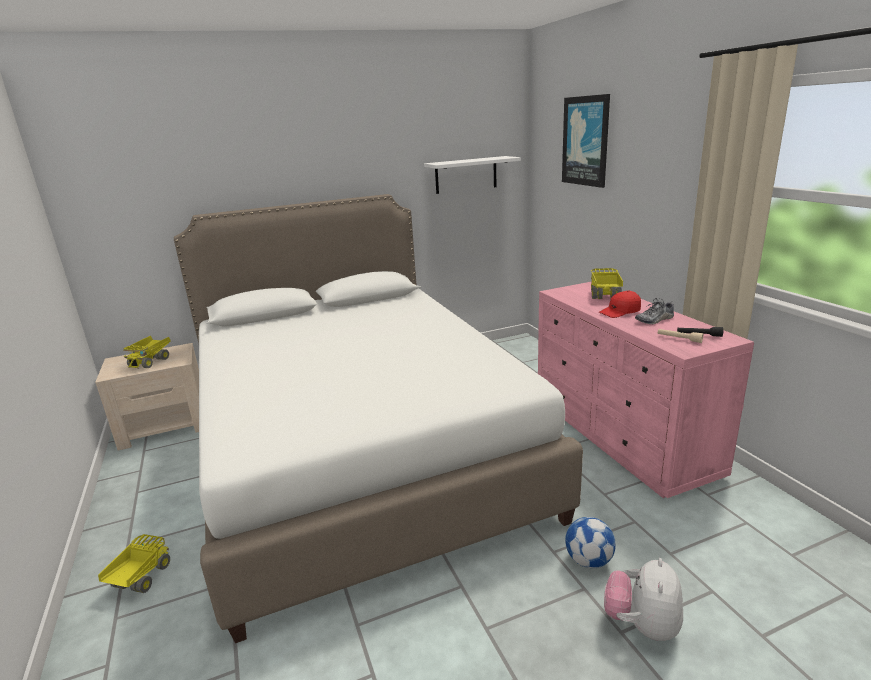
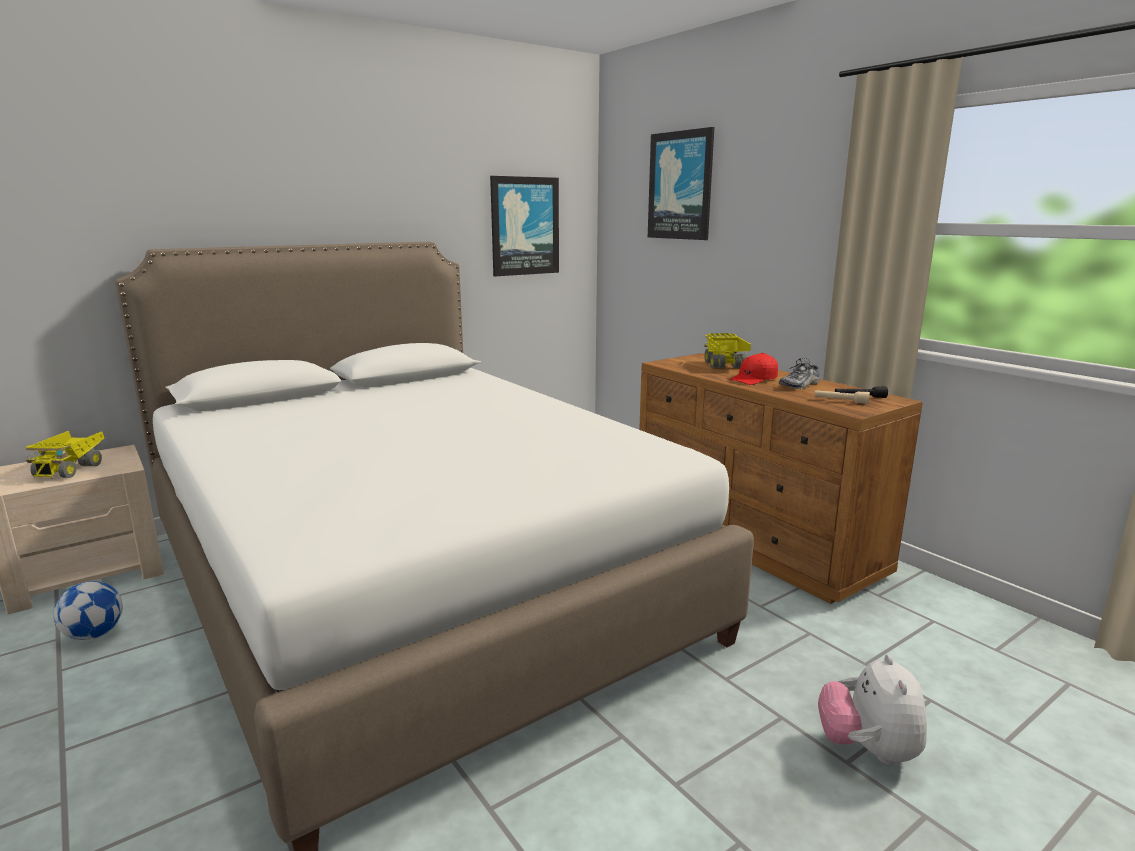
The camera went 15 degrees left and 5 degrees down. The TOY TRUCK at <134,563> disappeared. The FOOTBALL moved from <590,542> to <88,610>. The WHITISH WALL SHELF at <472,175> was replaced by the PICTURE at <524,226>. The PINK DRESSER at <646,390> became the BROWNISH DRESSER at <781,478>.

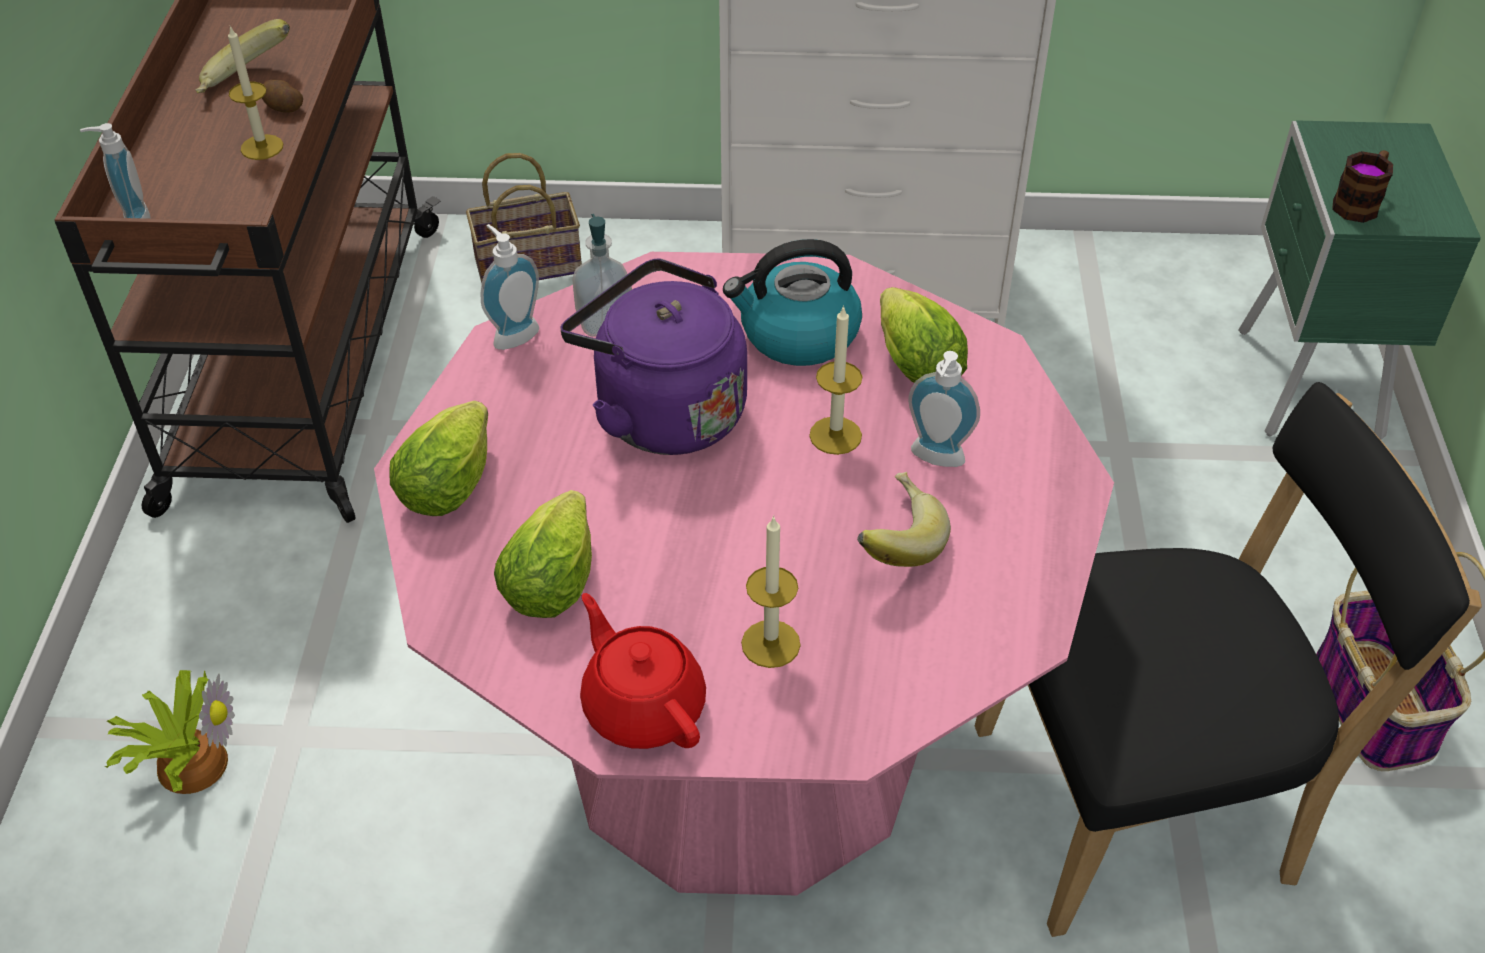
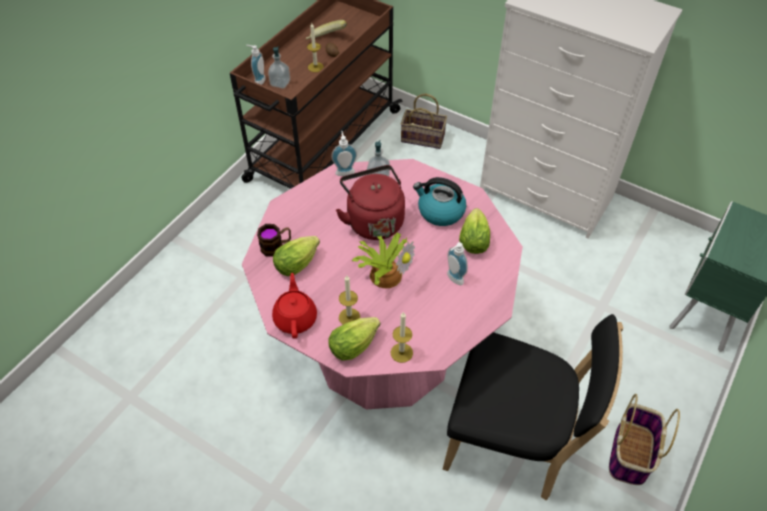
The camera went 30 degrees right and 5 degrees up. The BANANA at <904,519> disappeared. The LIQUID SOAP BOTTLE at <279,67> appeared. The HOUSEPLANT moved from <169,732> to <383,260>. The LETTUCE moved from <438,458> to <354,339>. The WAX LIGHT moved from <835,380> to <402,337>. The TEA MUG moved from <1362,186> to <274,240>. The PURPLISH WATER KETTLE at <653,356> became the RED WATER KETTLE at <370,202>.

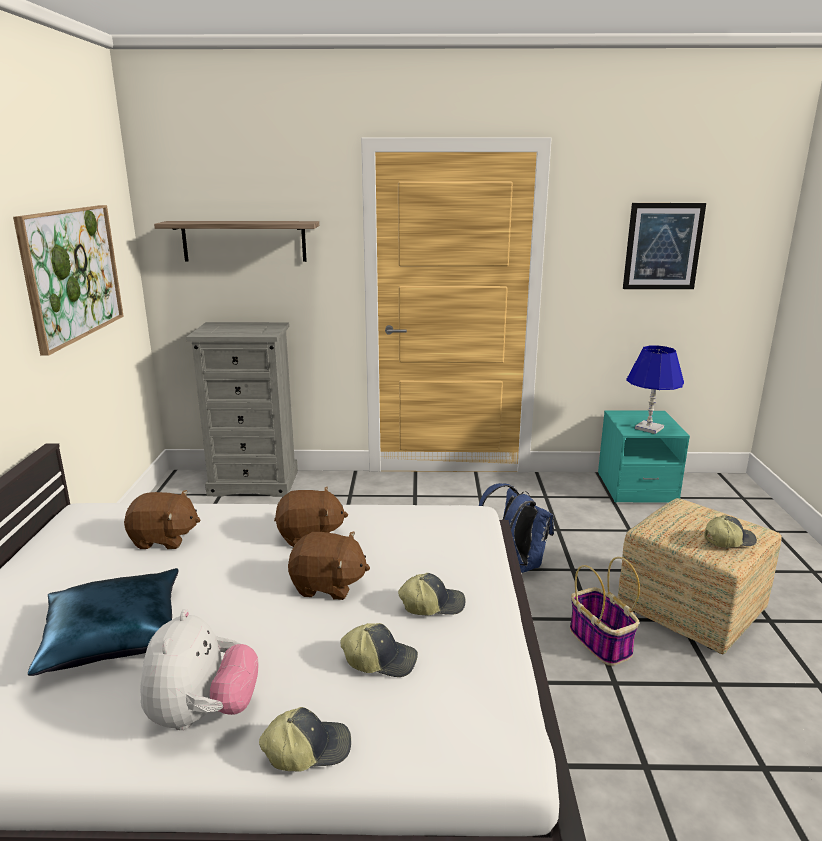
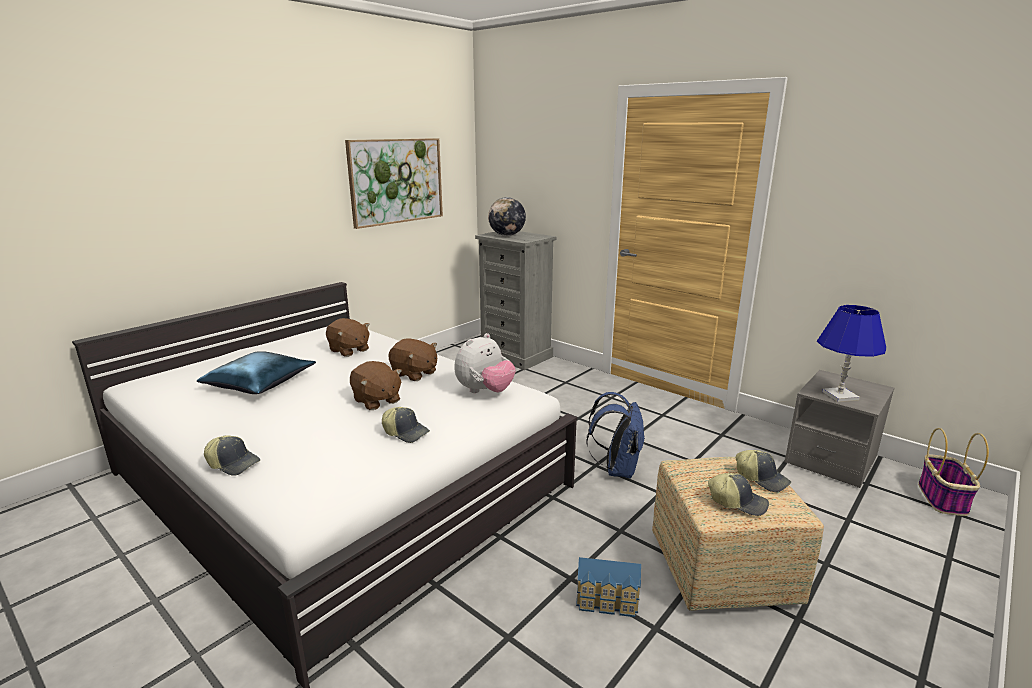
The camera went 40 degrees right and 0 degrees up. The WALL SHELF at <236,241> disappeared. The PICTURE at <664,246> disappeared. The DESK GLOBE at <507,216> appeared. The MINIATURE HOUSE at <608,587> appeared. The SOFT TOY moved from <199,669> to <485,363>. The BASEBALL CAP moved from <379,650> to <763,471>. The STORAGE BASKET moved from <605,611> to <953,472>. The BLUE-GREEN NIGHT TABLE at <644,456> became the GRAY NIGHT TABLE at <839,429>.

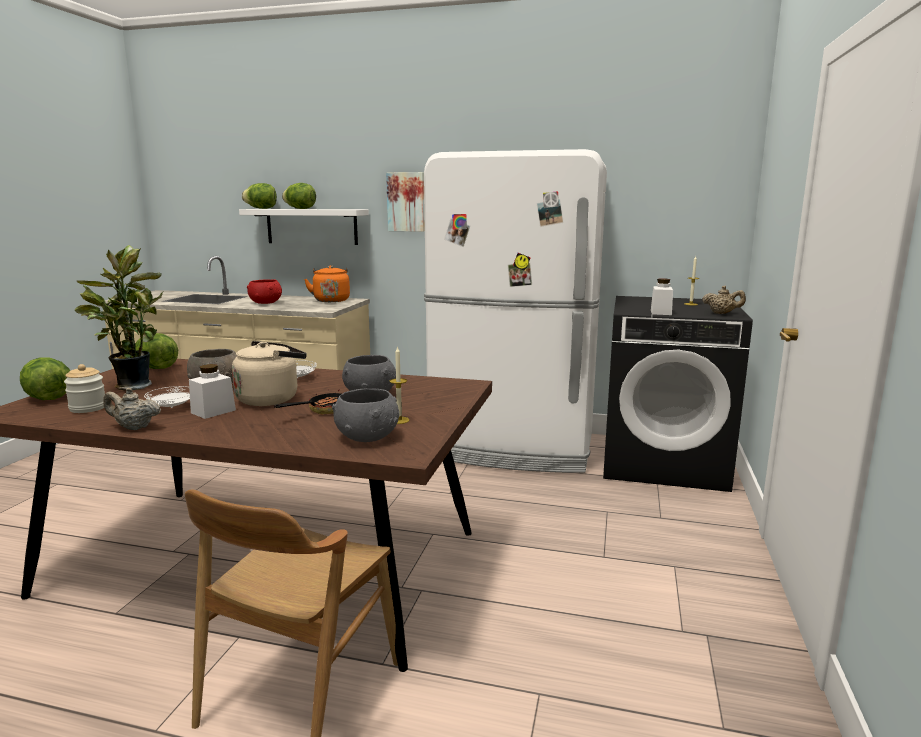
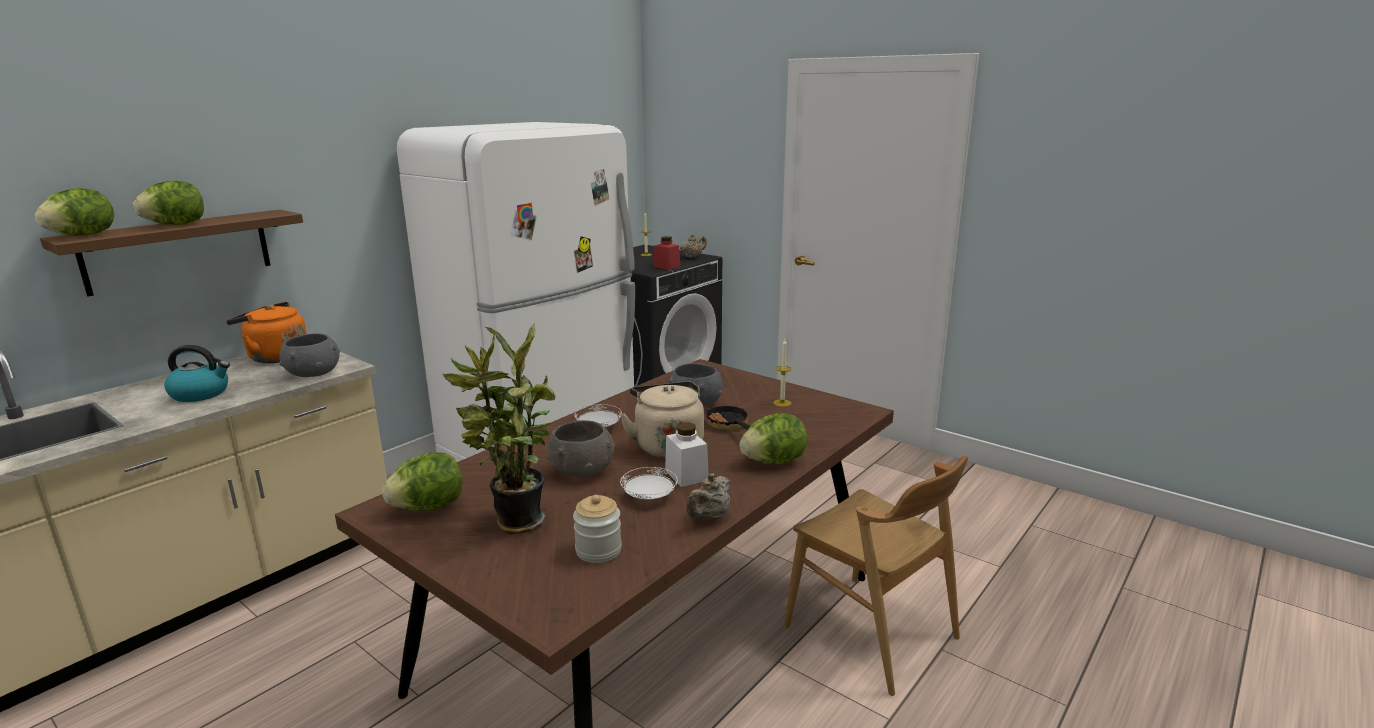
The camera went 65 degrees left and 5 degrees up. The PICTURE at <405,202> disappeared. The LETTUCE moved from <45,379> to <773,438>. The GRAY SERVING BOWL moved from <365,415> to <309,355>. The RED SERVING BOWL at <264,291> was replaced by the WATER KETTLE at <197,373>. The WHITISH WALL SHELF at <304,227> became the BROWNISH WALL SHELF at <171,252>. The WHITISH PRESERVE JAR at <662,296> became the RED PRESERVE JAR at <667,253>.

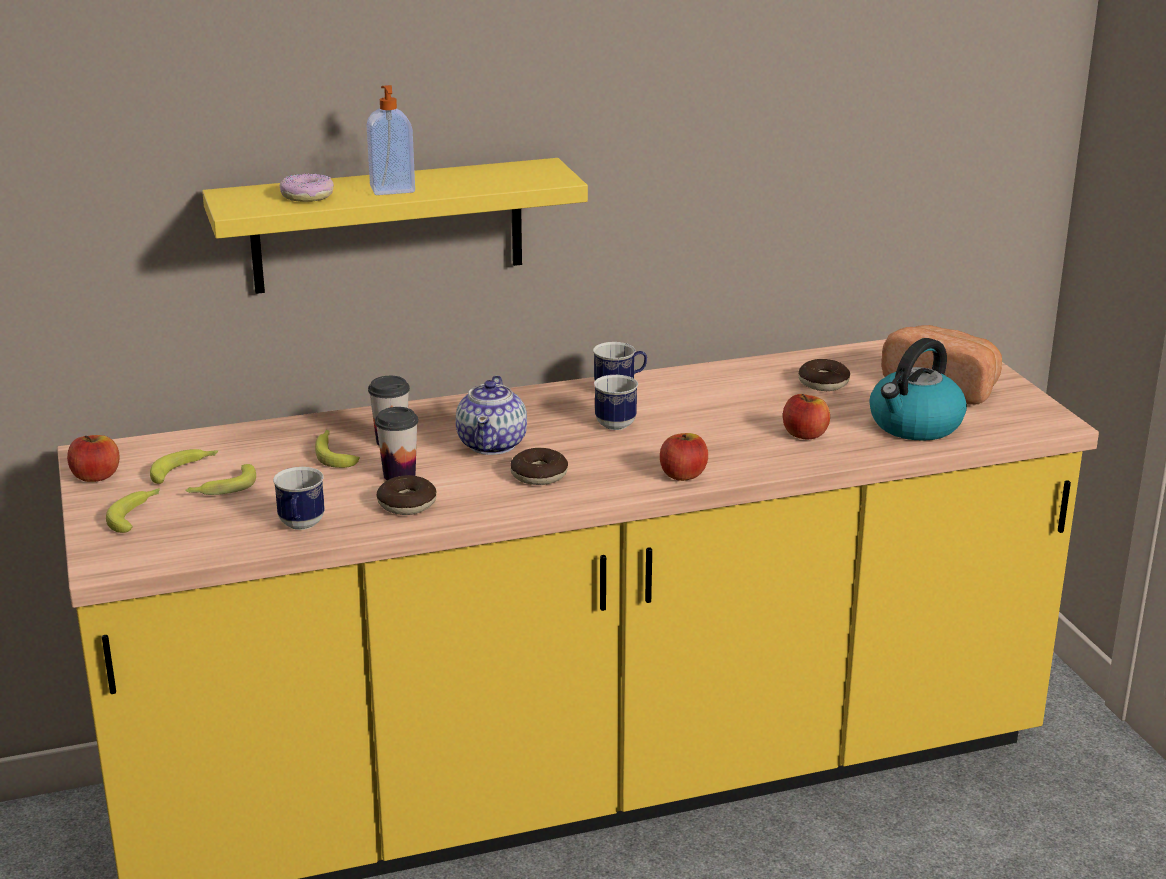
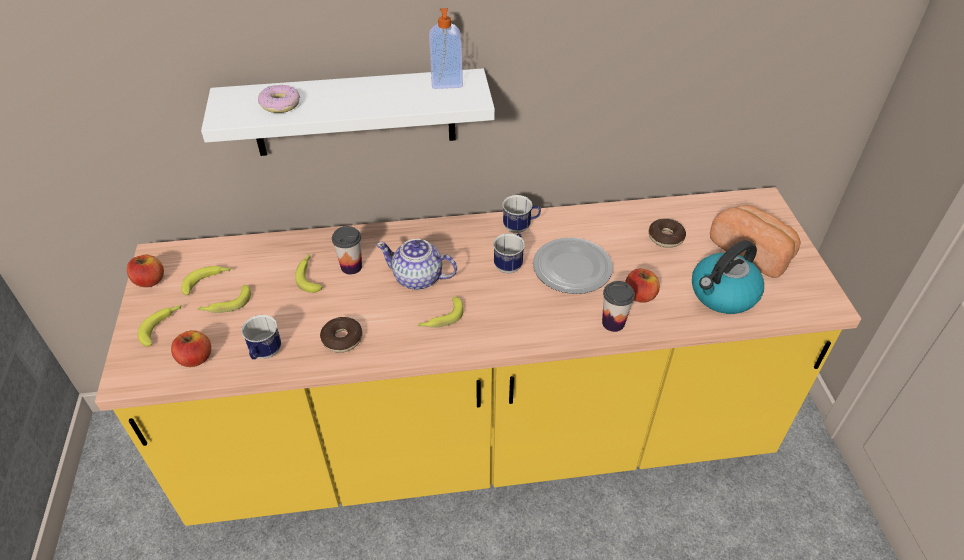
The camera went 10 degrees right and 20 degrees up. The DINNER PLATE at <573,265> appeared. The LIQUID SOAP BOTTLE moved from <391,140> to <446,48>. The CUP moved from <396,443> to <618,306>. The WHOLE APPLE moved from <684,457> to <191,349>. The RING DOUGHNUT at <539,466> was replaced by the BANANA at <440,312>. The YELLOW WALL SHELF at <395,226> became the WHITISH WALL SHELF at <348,112>. The TEAPOT at <491,415> turned 90 degrees clockwise.

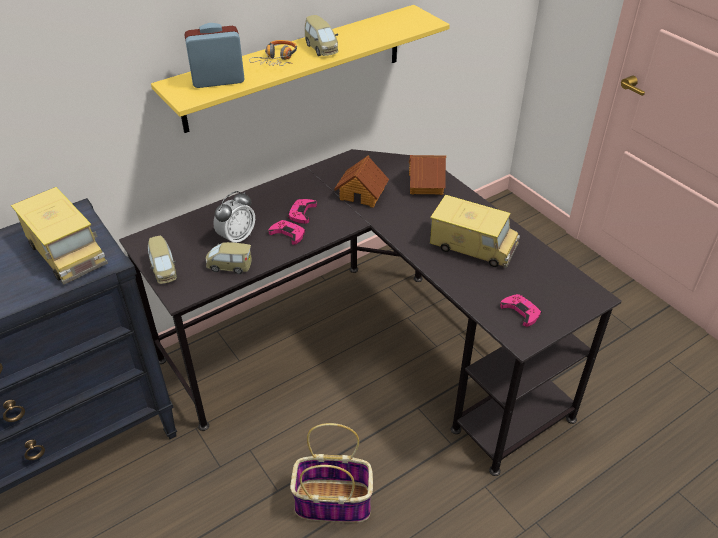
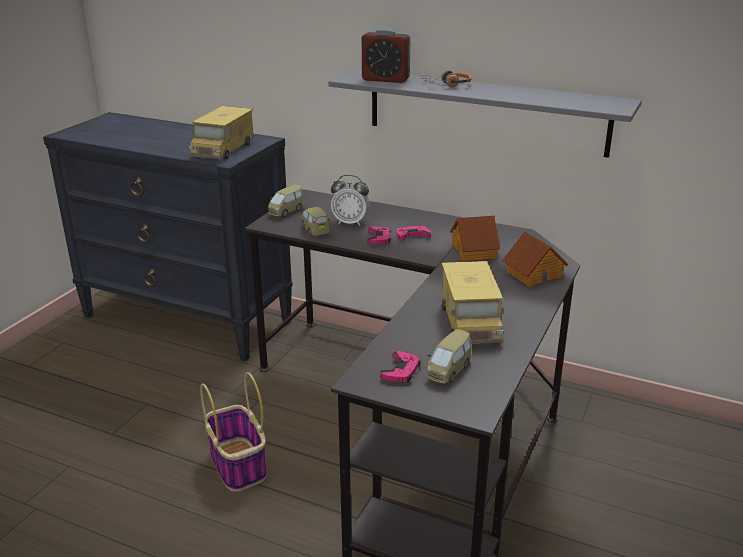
The camera went 60 degrees right and 15 degrees down. The MODEL CAR moved from <321,35> to <448,356>. The YELLOW WALL SHELF at <300,69> became the GRAY WALL SHELF at <485,113>. The TABLE CLOCK at <214,55> turned 150 degrees clockwise.

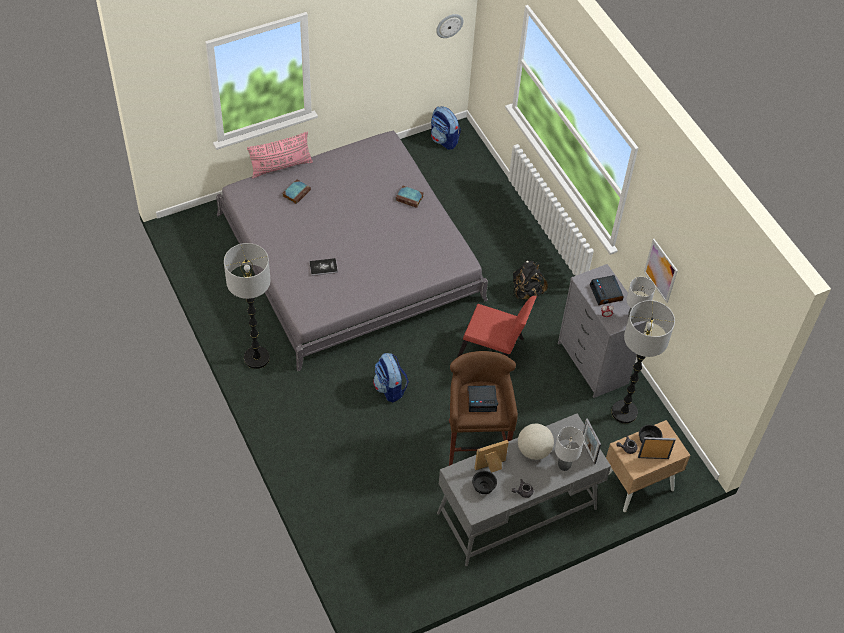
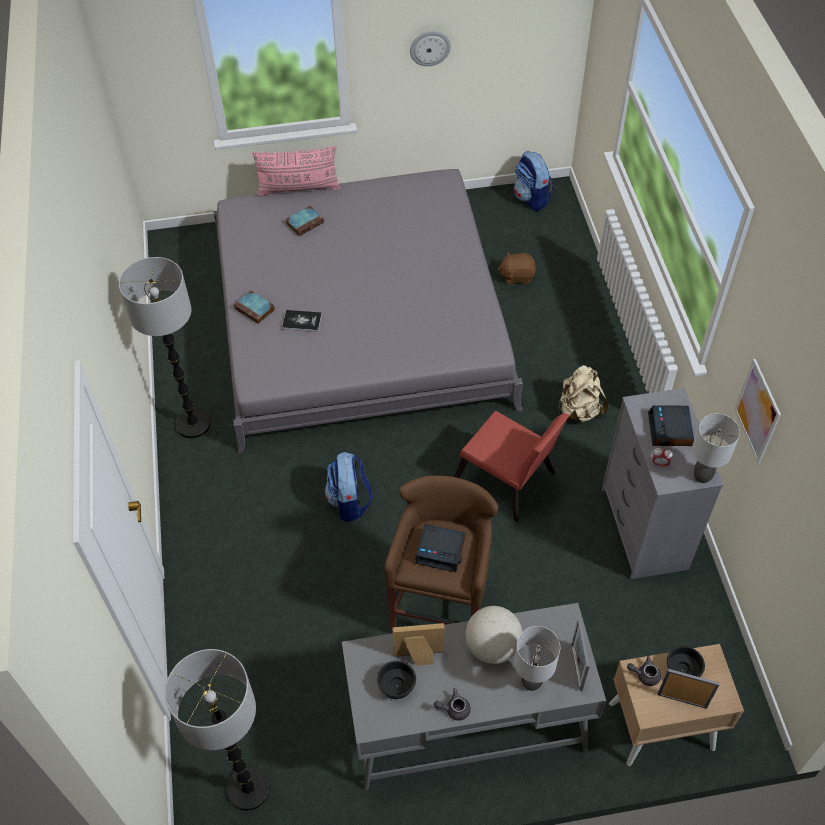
The camera went 20 degrees right and 0 degrees up. The BROWNISH SOFT TOY at <517,268> appeared. The BOUND BOOK moved from <410,197> to <254,307>. The HANGING CLOCK moved from <450,26> to <430,48>. The FLOOR LAMP moved from <643,362> to <217,730>. The BLACK BACKPACK at <530,280> became the BEIGE-COLOURED BACKPACK at <583,393>.

